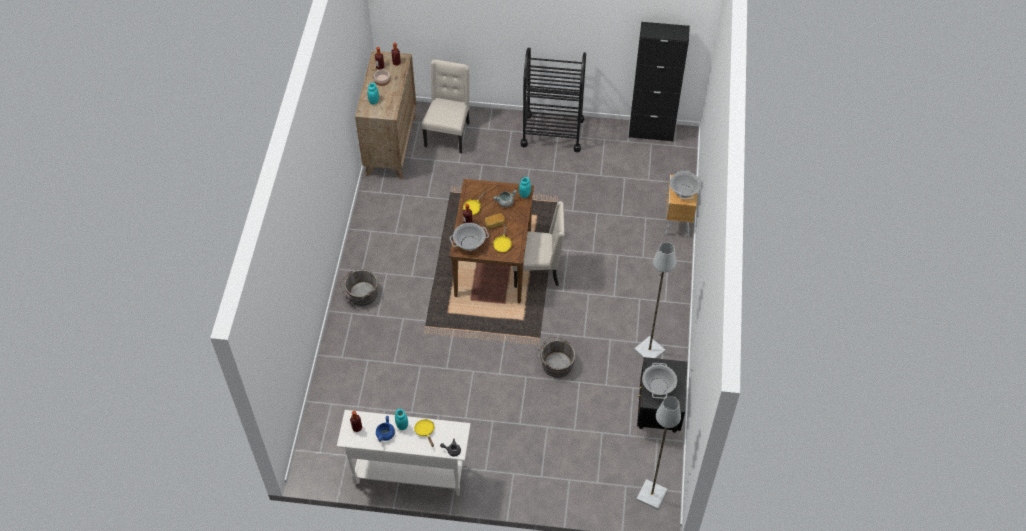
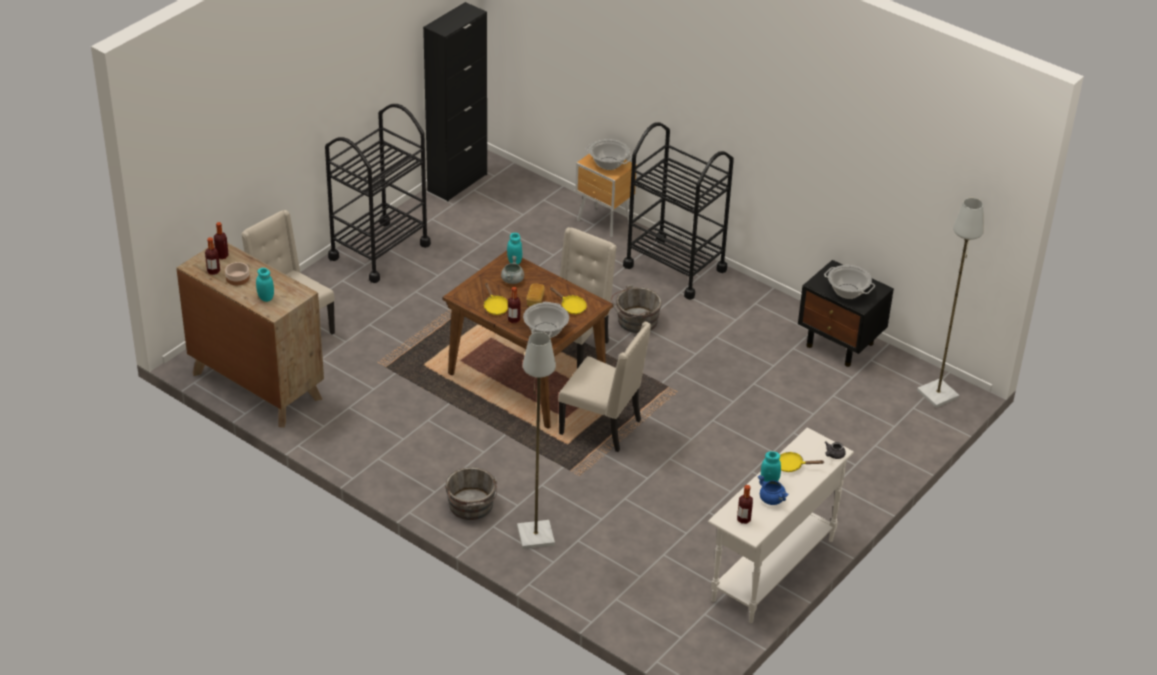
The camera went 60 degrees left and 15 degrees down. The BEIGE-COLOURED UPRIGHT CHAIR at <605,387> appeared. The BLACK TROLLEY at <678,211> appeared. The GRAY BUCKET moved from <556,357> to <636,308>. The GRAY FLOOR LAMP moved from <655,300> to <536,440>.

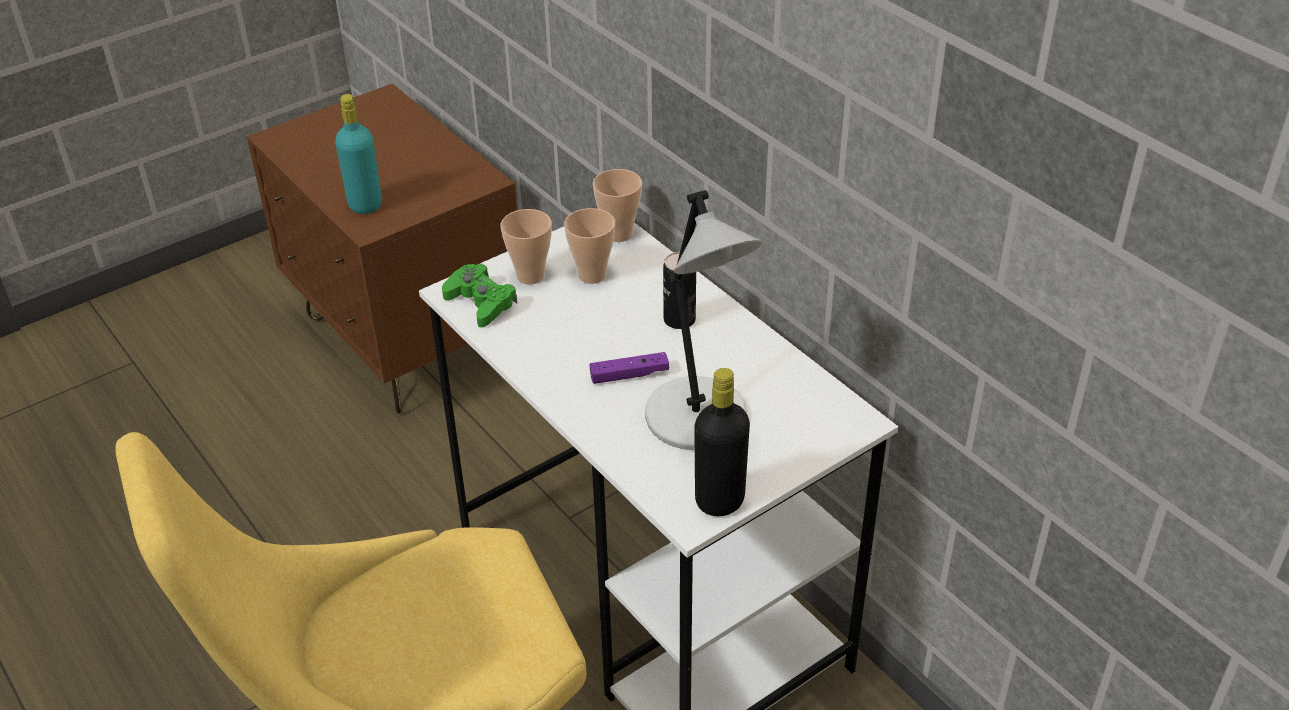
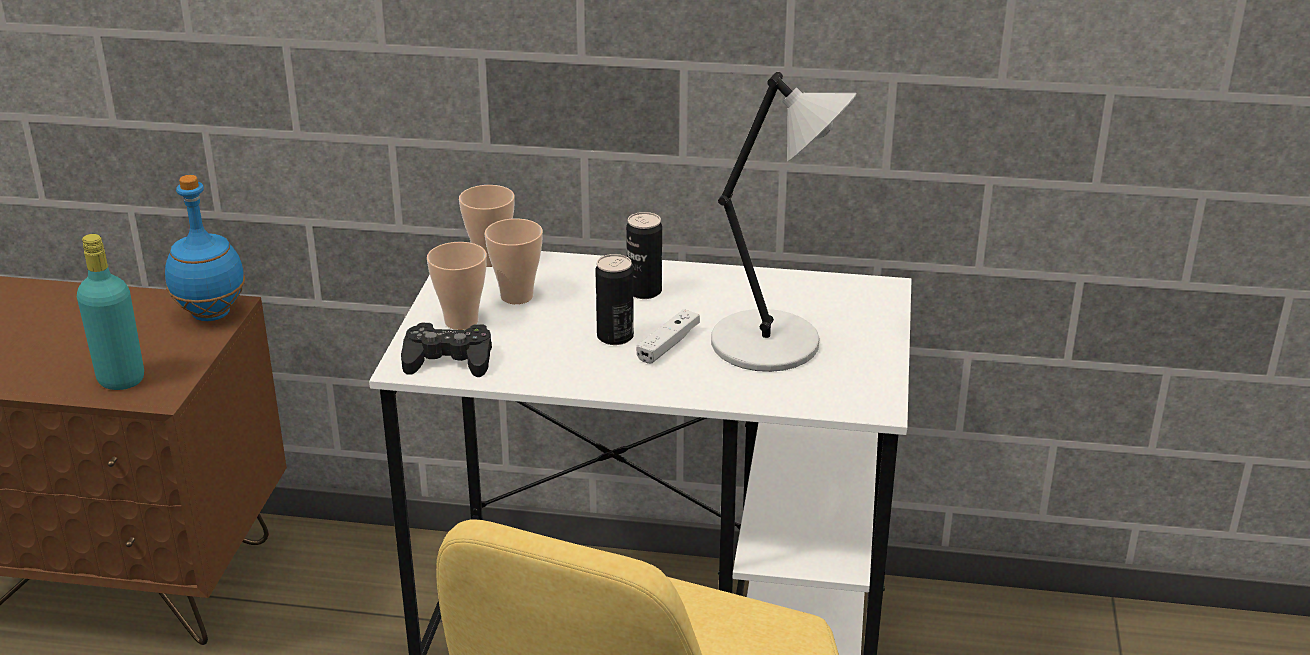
The camera went 45 degrees left and 10 degrees down. The BLACK BOTTLE at <722,442> disappeared. The BLUE BOTTLE at <205,248> appeared. The METAL CAN at <614,299> appeared. The GREEN JOYPAD at <479,295> became the BLACK JOYPAD at <446,350>. The PURPLISH JOYPAD at <629,368> became the WHITISH JOYPAD at <668,336>.

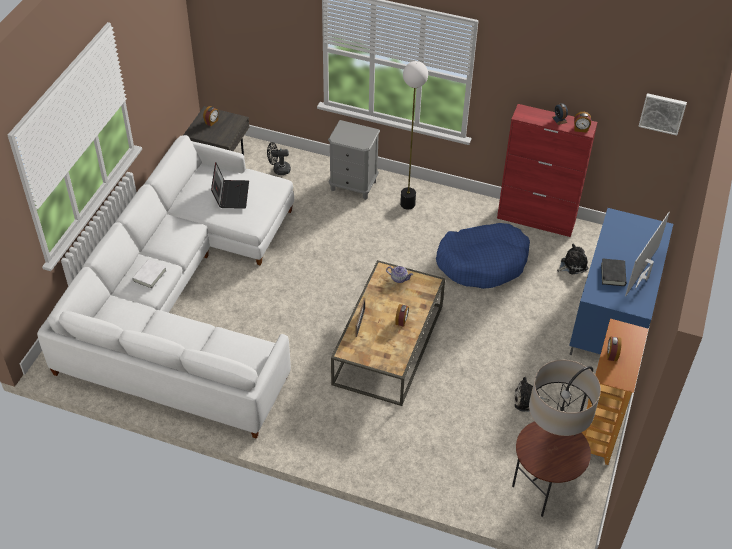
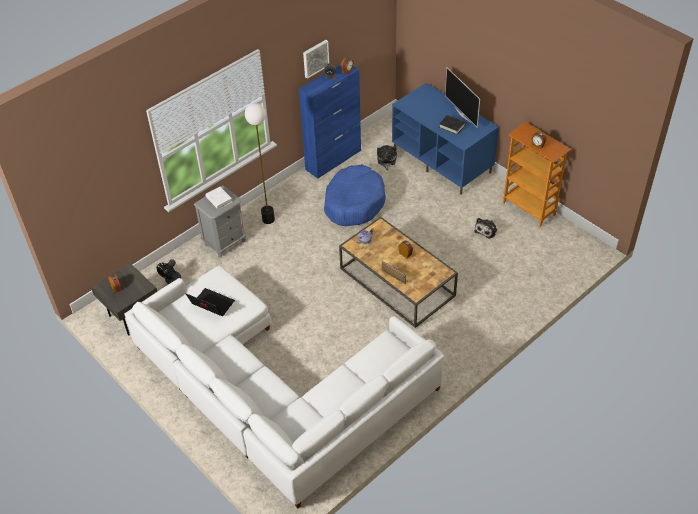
The camera went 60 degrees left and 0 degrees up. The FLOOR LAMP at <556,438> disappeared. The WHITISH BOUND BOOK moved from <149,274> to <218,198>. The PICTURE moved from <662,114> to <316,59>. The RED CUPBOARD at <547,170> became the BLUE CUPBOARD at <330,121>.

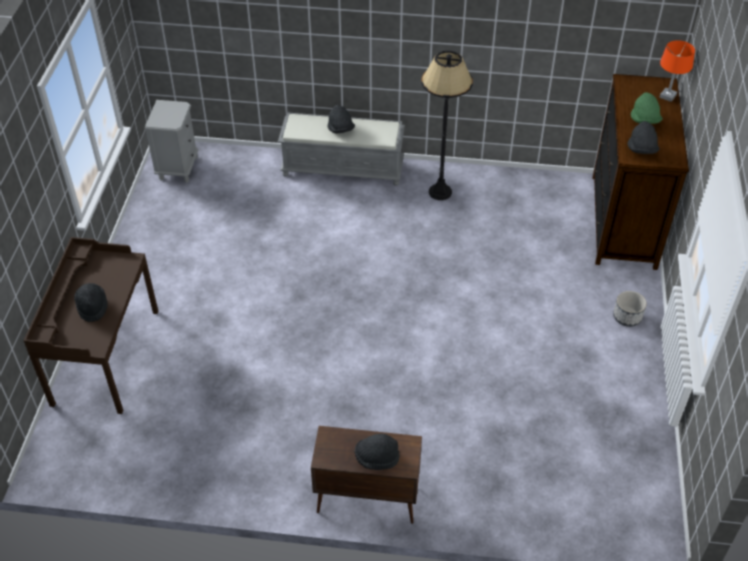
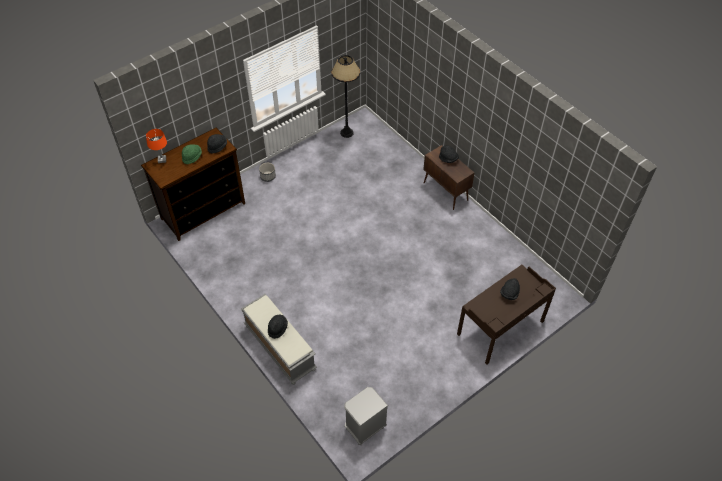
The camera went 135 degrees left and 5 degrees up. The BLACK FLOOR LAMP moved from <447,125> to <345,96>.

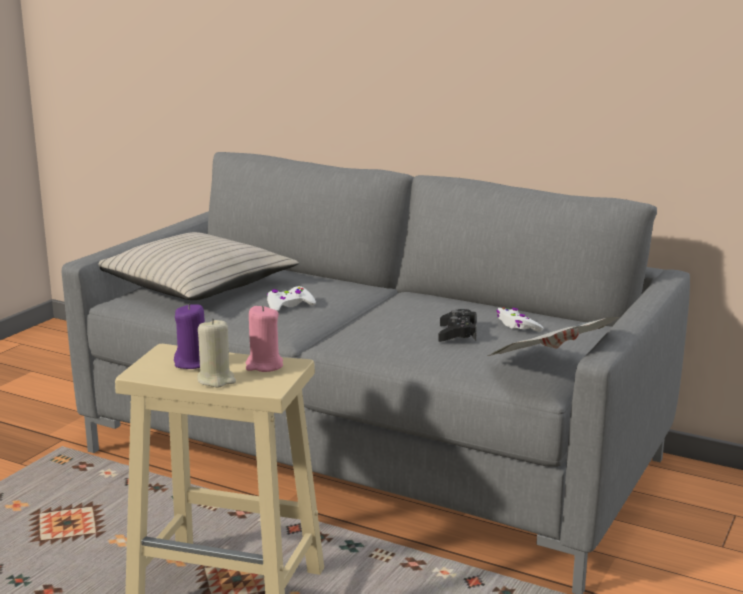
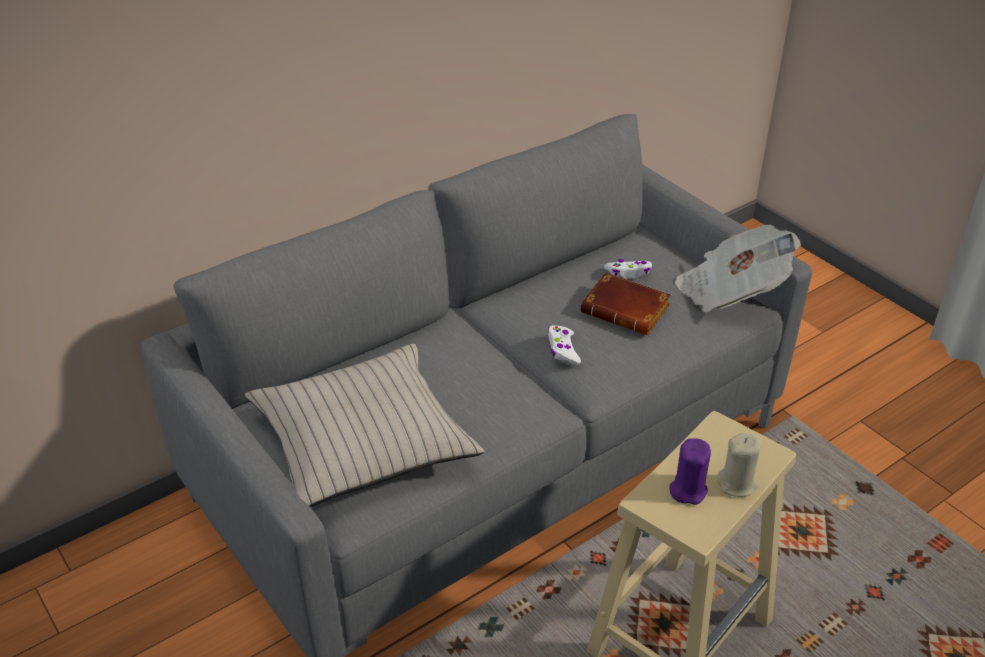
The camera went 65 degrees left and 20 degrees up. The PINK WAX LIGHT at <264,338> disappeared. The WHITISH JOYPAD moved from <291,299> to <564,345>. The BLACK JOYPAD at <457,325> was replaced by the BROWNISH BOUND BOOK at <625,304>.

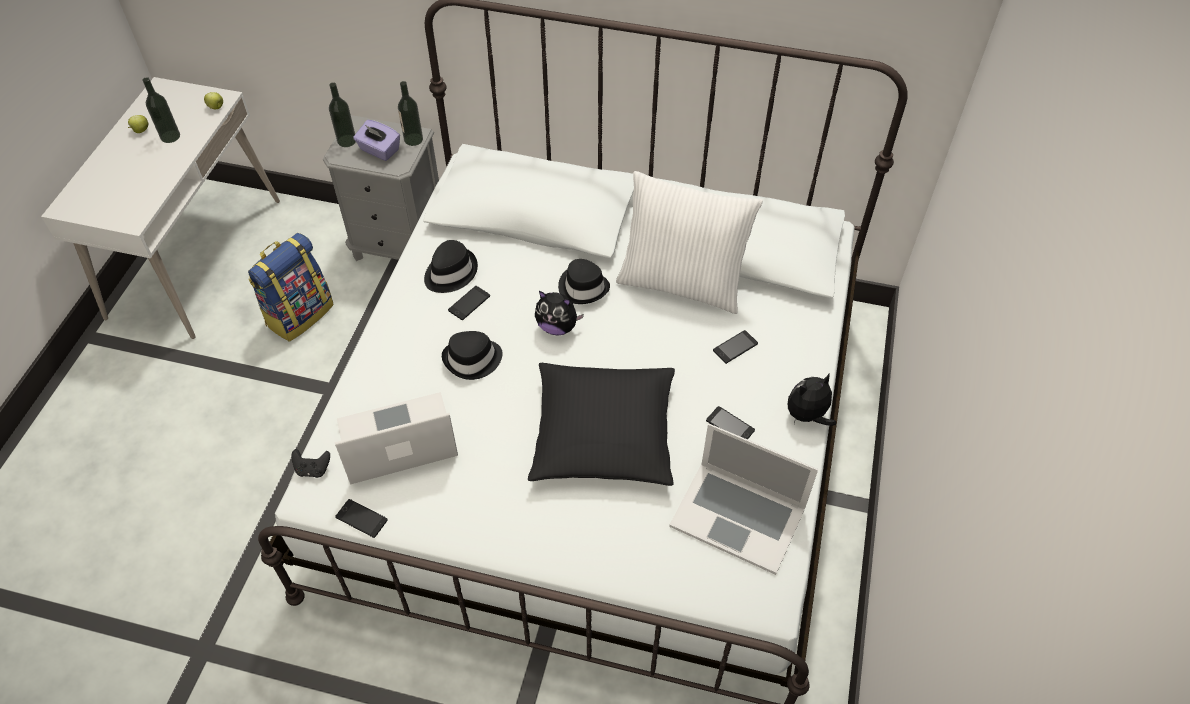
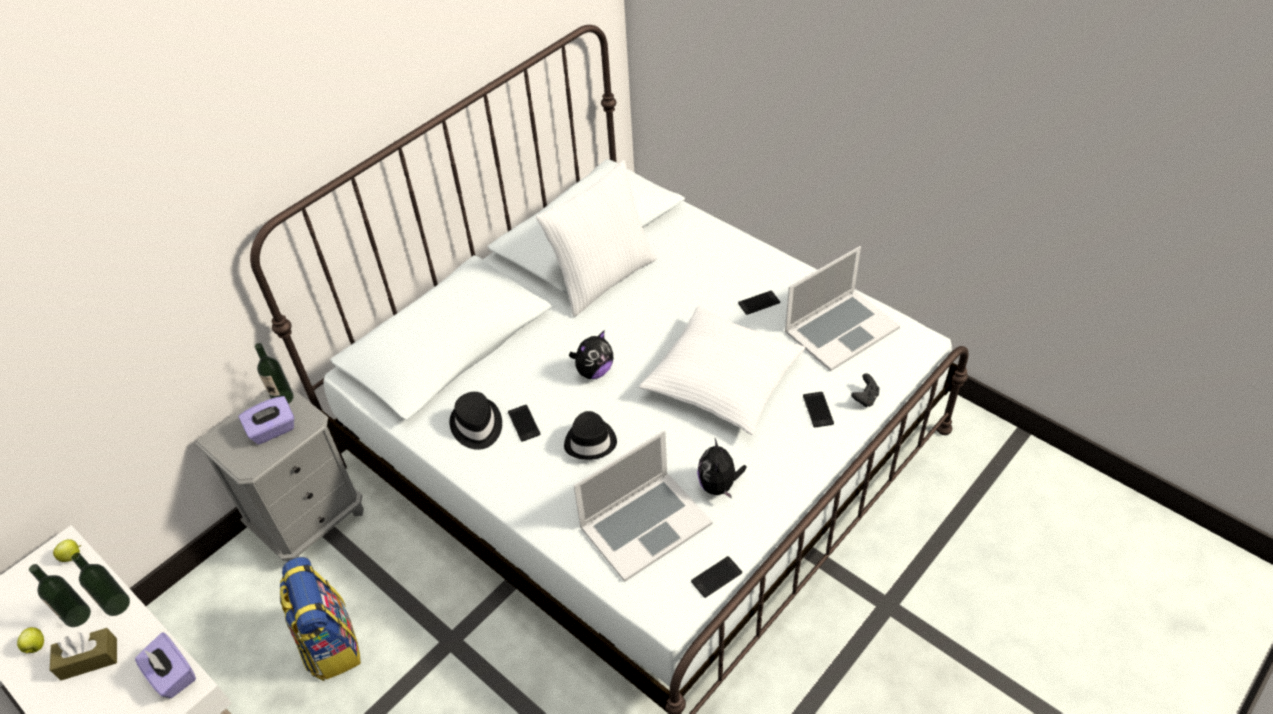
The camera went 60 degrees left and 5 degrees down. The BLACK WEARABLE HAT at <584,281> disappeared. The BROWNISH BOX OF TISSUES at <83,654> appeared. The PURPLISH BOX OF TISSUES at <165,665> appeared. The BLACK JOYPAD moved from <311,463> to <865,390>. The BOTTLE moved from <342,114> to <100,584>. The PHONE moved from <735,347> to <818,409>. The SOFT TOY moved from <812,399> to <722,468>. The BLACK PILLOW at <601,424> became the WHITISH PILLOW at <722,370>. The LAPTOP at <396,438> turned 135 degrees counterclockwise.

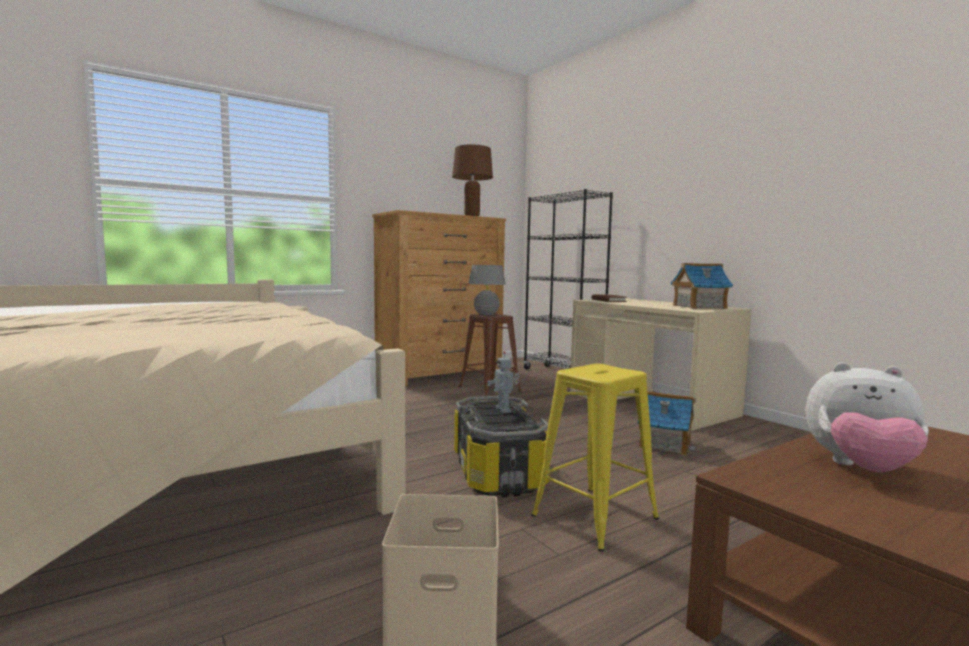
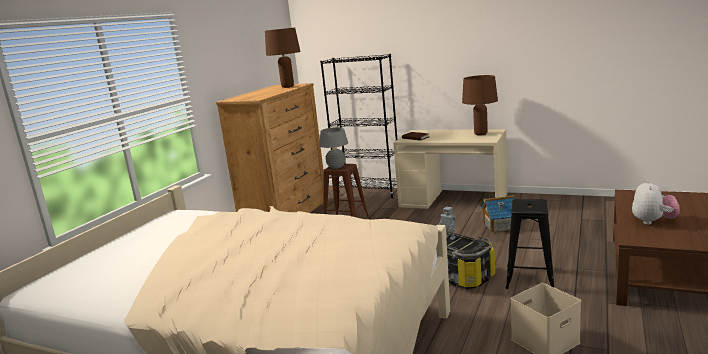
The camera went 30 degrees left and 10 degrees up. The MINIATURE HOUSE at <702,286> was replaced by the BROWNISH TABLE LAMP at <480,105>. The YELLOW STOOL SEAT at <595,457> became the BLACK STOOL SEAT at <530,244>. The SOFT TOY at <867,417> turned 60 degrees counterclockwise.

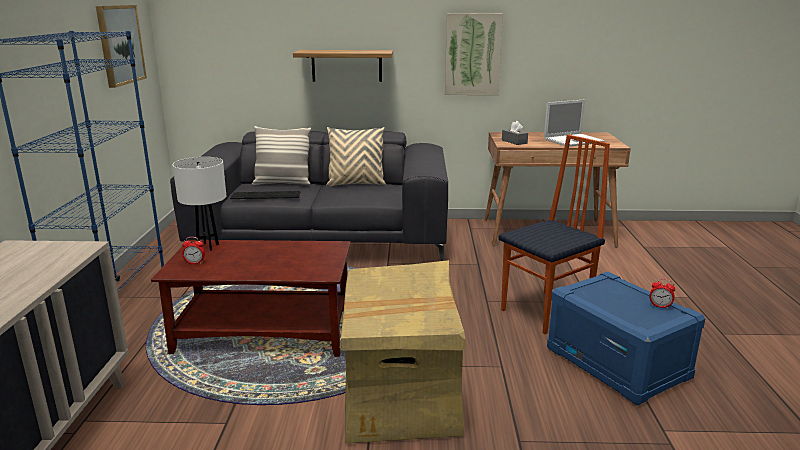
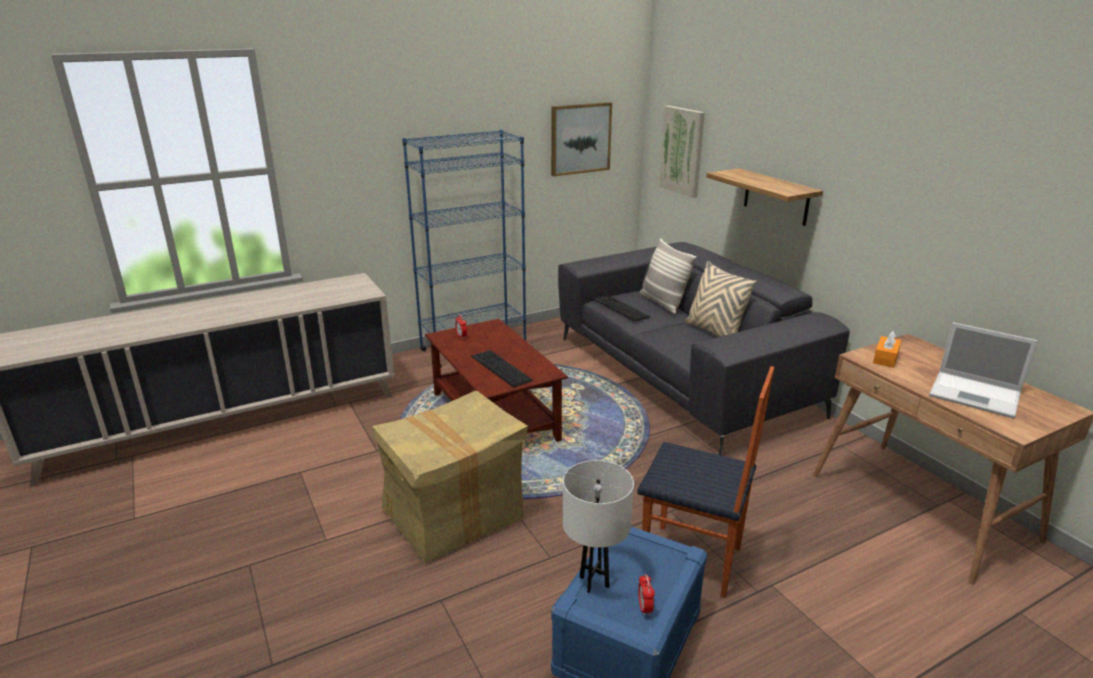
The camera went 60 degrees right and 5 degrees up. The PC KEYBOARD at <502,368> appeared. The WHITISH TABLE LAMP moved from <199,204> to <598,526>. The PICTURE moved from <474,54> to <682,152>. The GRAY BOX OF TISSUES at <515,133> became the ORANGE-COLOURED BOX OF TISSUES at <887,349>.

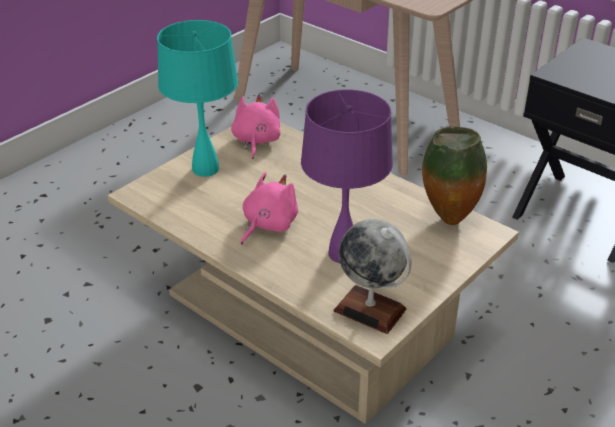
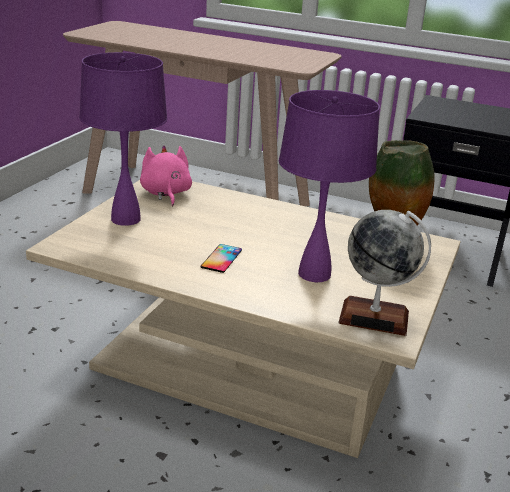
The camera went 20 degrees left and 10 degrees down. The PINK SOFT TOY at <269,208> was replaced by the PHONE at <221,258>. The BLUE-GREEN TABLE LAMP at <197,98> became the PURPLISH TABLE LAMP at <123,139>.

